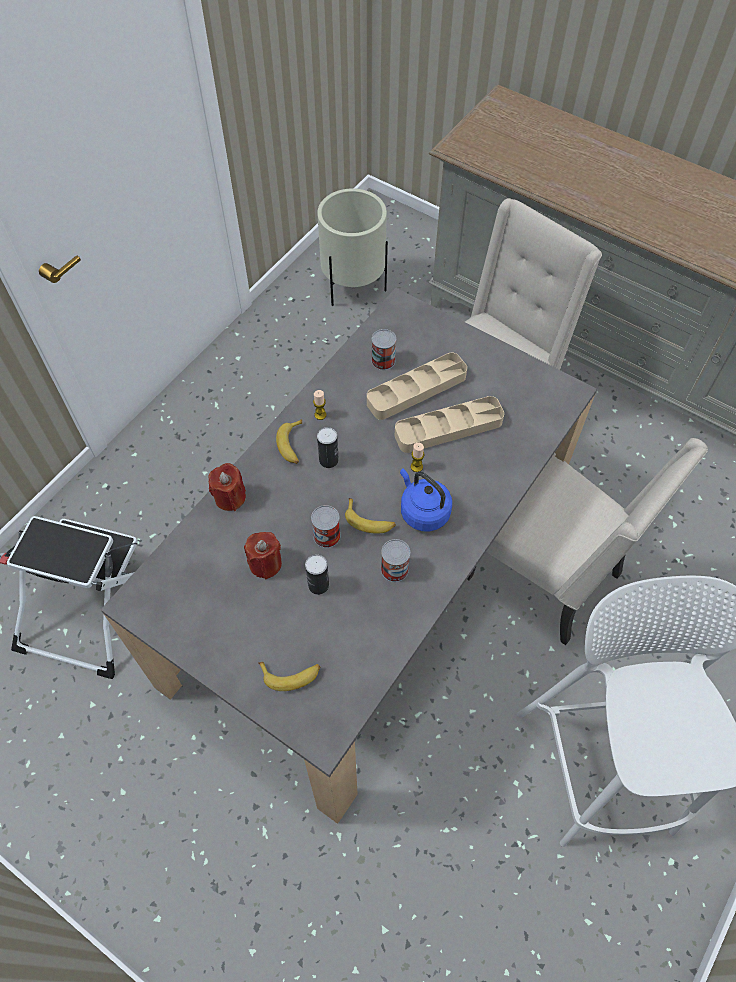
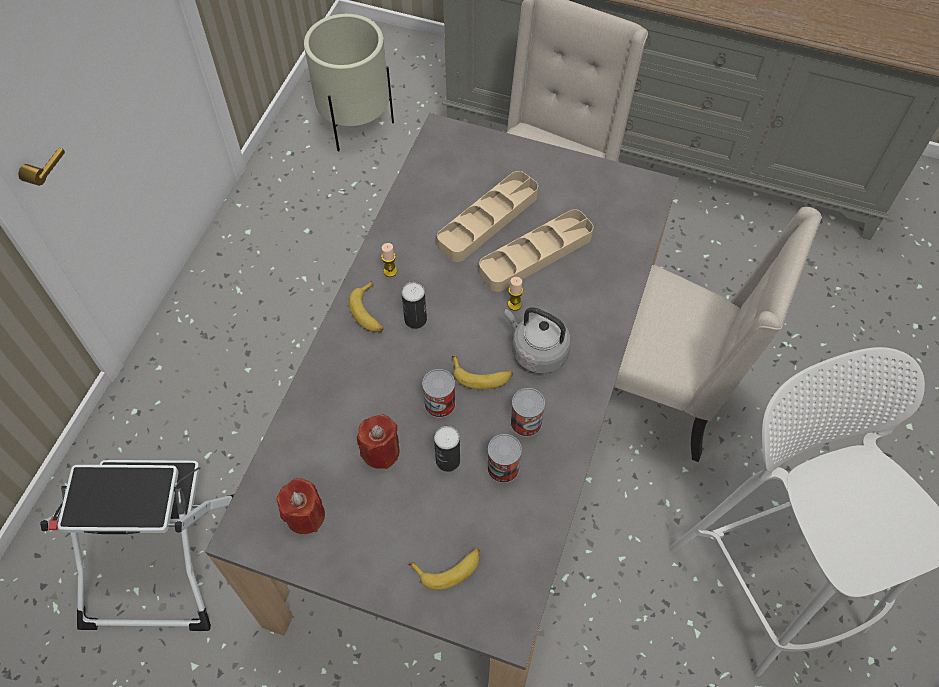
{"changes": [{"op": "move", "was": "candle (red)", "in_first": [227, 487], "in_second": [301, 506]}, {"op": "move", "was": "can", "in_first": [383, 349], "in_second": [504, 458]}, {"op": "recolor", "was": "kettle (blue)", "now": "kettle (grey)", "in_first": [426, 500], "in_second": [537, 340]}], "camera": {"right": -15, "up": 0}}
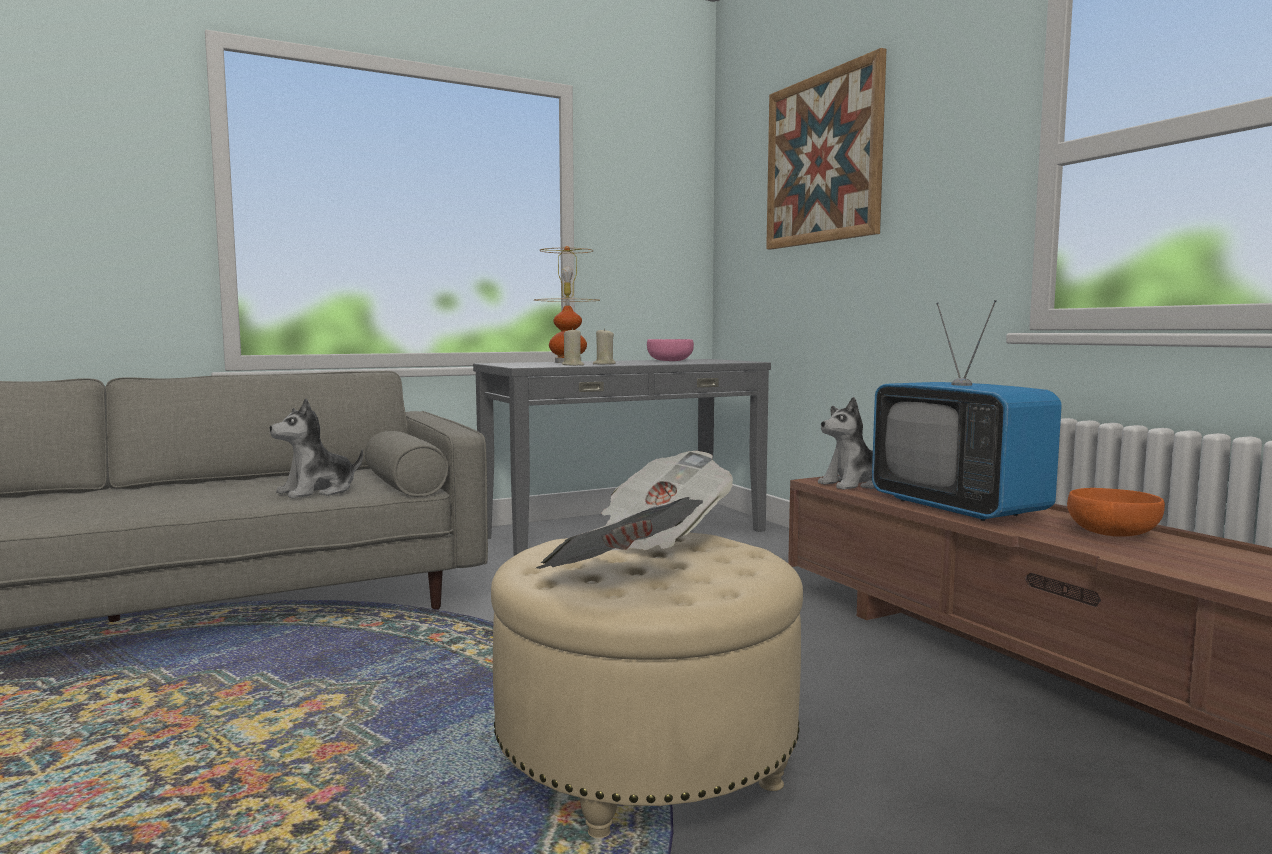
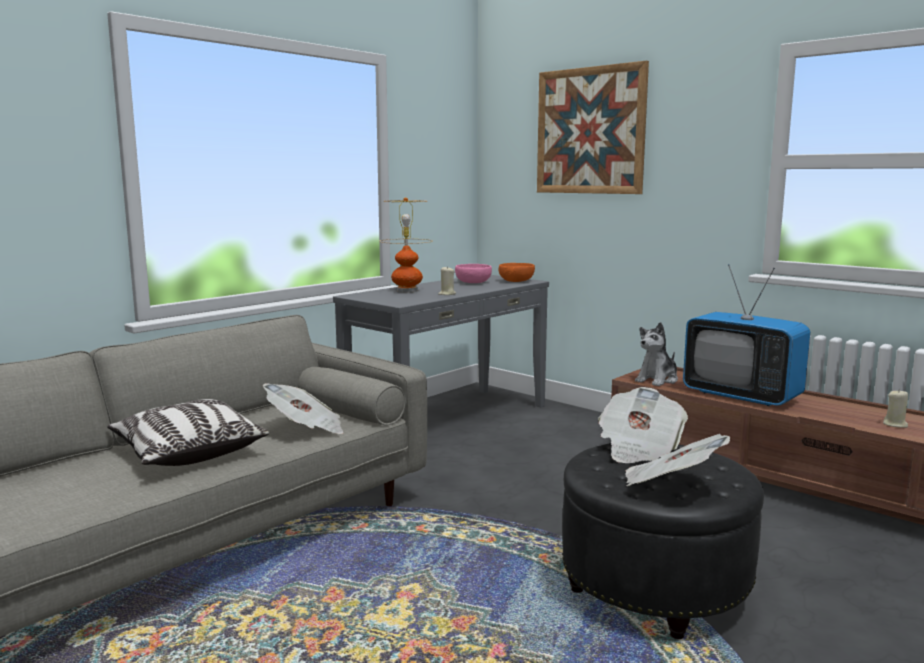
{"changes": [{"op": "insert", "now": "pillow", "in_second": [188, 432]}, {"op": "move", "was": "candle (beige)", "in_first": [573, 347], "in_second": [895, 408]}, {"op": "move", "was": "bowl (orange)", "in_first": [1116, 512], "in_second": [517, 272]}, {"op": "replace", "was": "plush toy", "now": "newspaper", "in_first": [316, 448], "in_second": [303, 408]}, {"op": "recolor", "was": "ottoman (beige)", "now": "ottoman (black)", "in_first": [647, 685], "in_second": [663, 541]}], "camera": {"right": -20, "up": 5}}
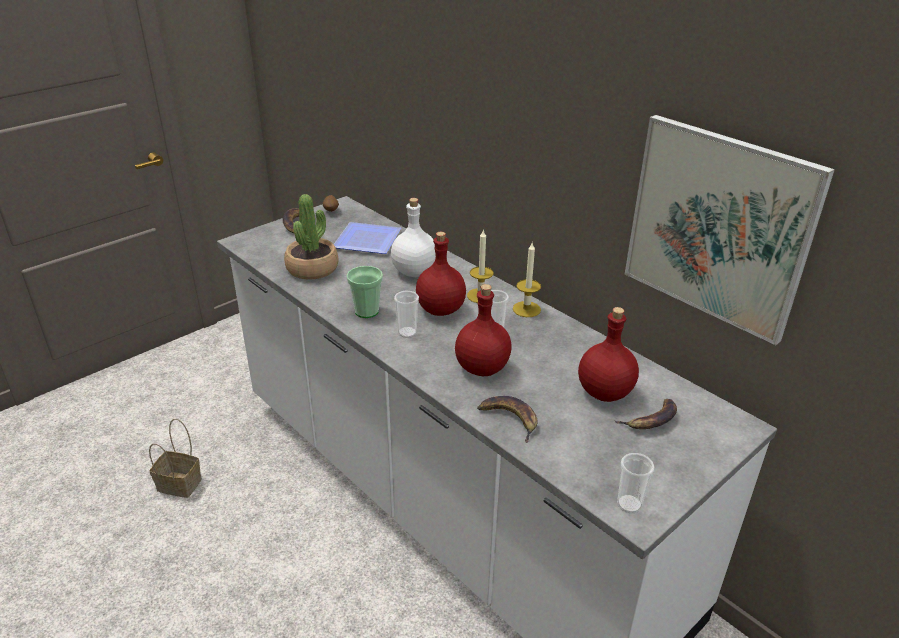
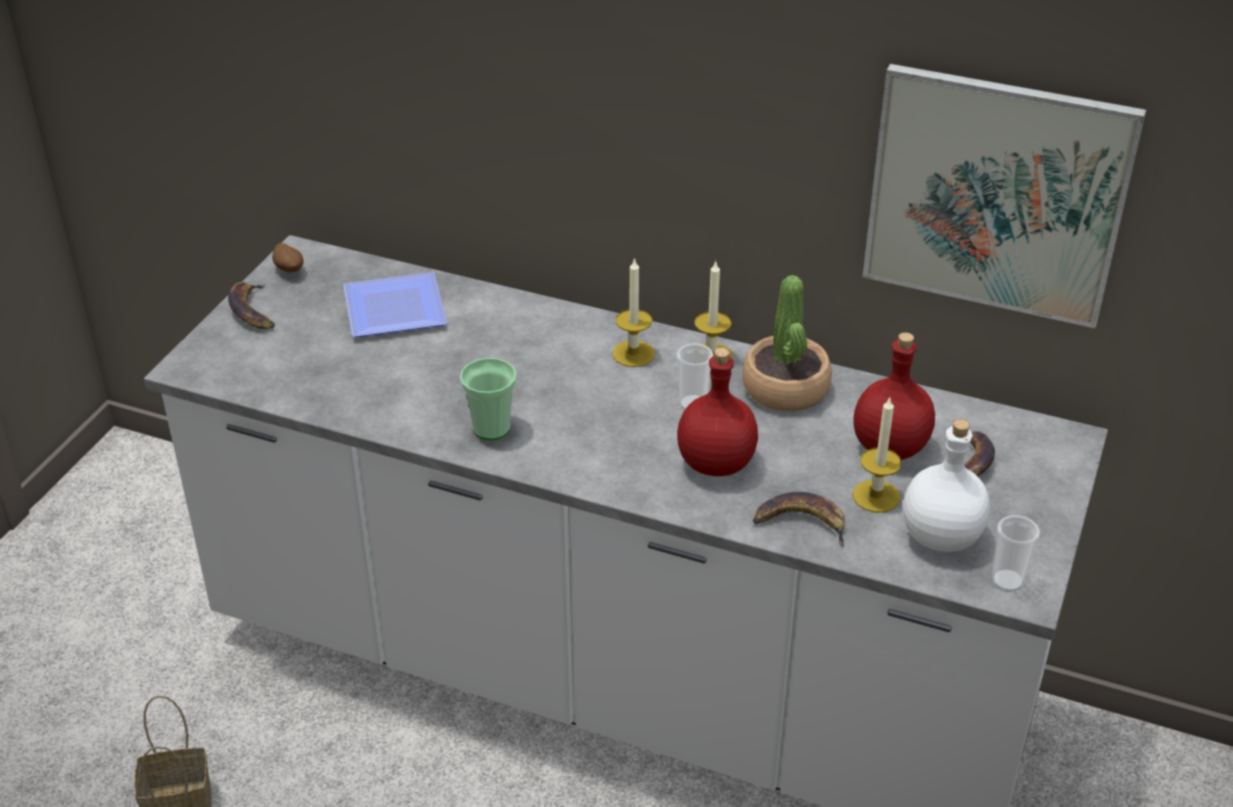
{"changes": [{"op": "delete", "was": "cup", "in_first": [406, 314]}, {"op": "delete", "was": "bottle (red)", "in_first": [441, 274]}, {"op": "insert", "now": "candle", "in_second": [877, 455]}, {"op": "move", "was": "potted plant", "in_first": [311, 237], "in_second": [787, 343]}, {"op": "move", "was": "bottle (white)", "in_first": [413, 237], "in_second": [946, 485]}], "camera": {"right": -25, "up": 5}}
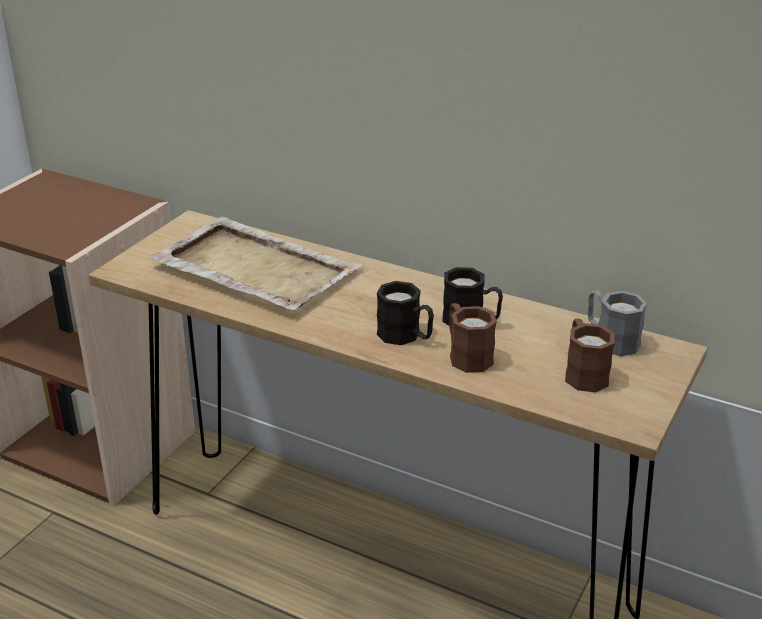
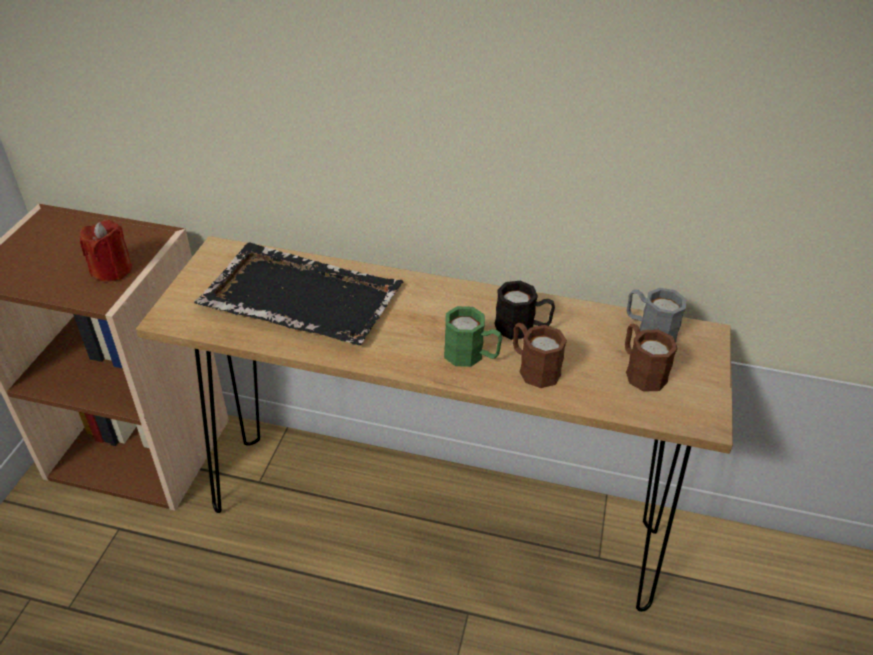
{"changes": [{"op": "insert", "now": "candle (red)", "in_second": [106, 251]}, {"op": "recolor", "was": "tray (beige)", "now": "tray (black)", "in_first": [255, 263], "in_second": [298, 294]}, {"op": "recolor", "was": "mug (black)", "now": "mug (green)", "in_first": [405, 313], "in_second": [473, 336]}], "camera": {"right": -15, "up": 10}}
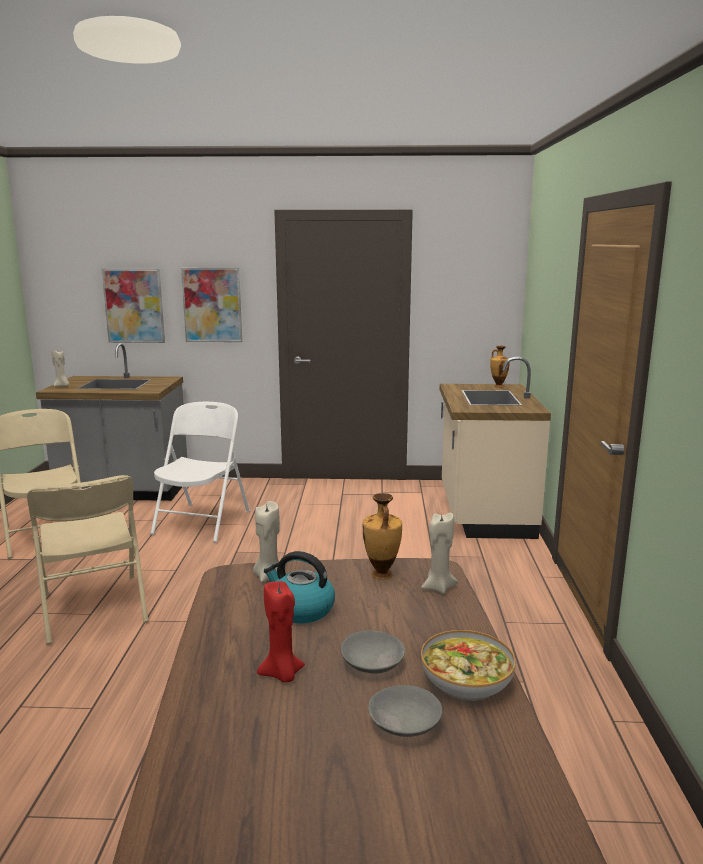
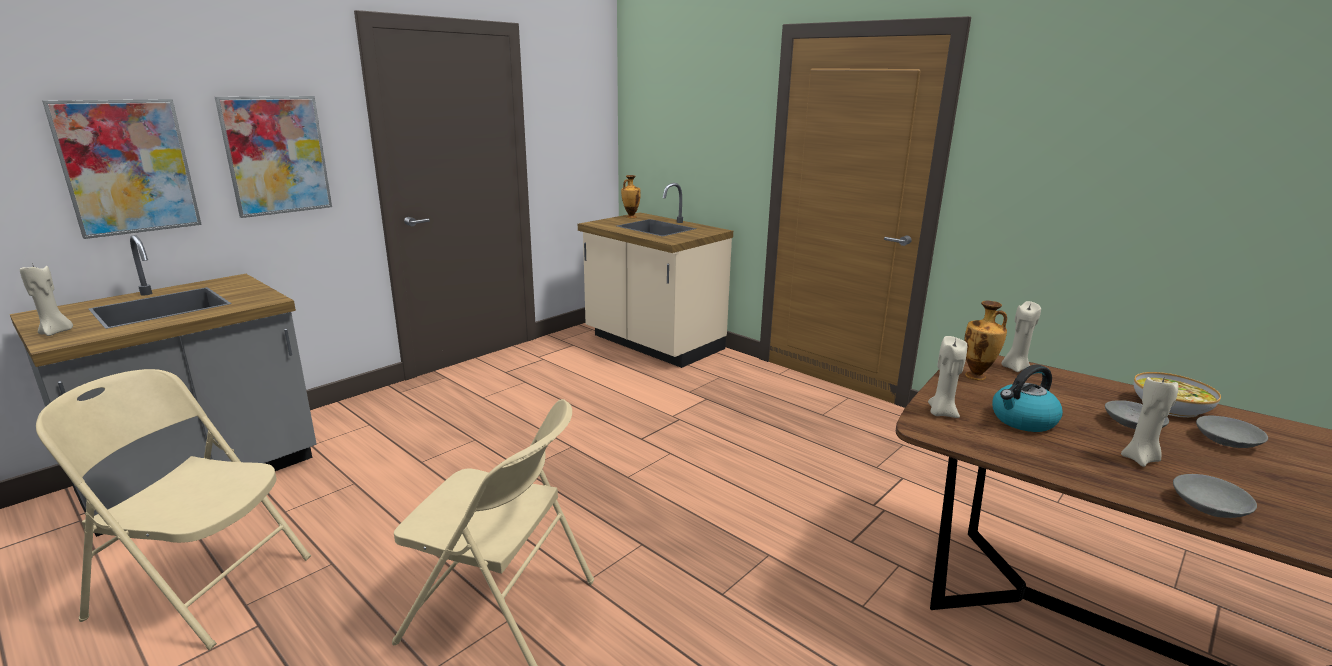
{"changes": [{"op": "delete", "was": "chair (white)", "in_first": [200, 472]}, {"op": "insert", "now": "bowl (grey)", "in_second": [1215, 496]}, {"op": "recolor", "was": "candle (red)", "now": "candle (beige)", "in_first": [281, 631], "in_second": [1150, 421]}], "camera": {"right": -50, "up": 5}}
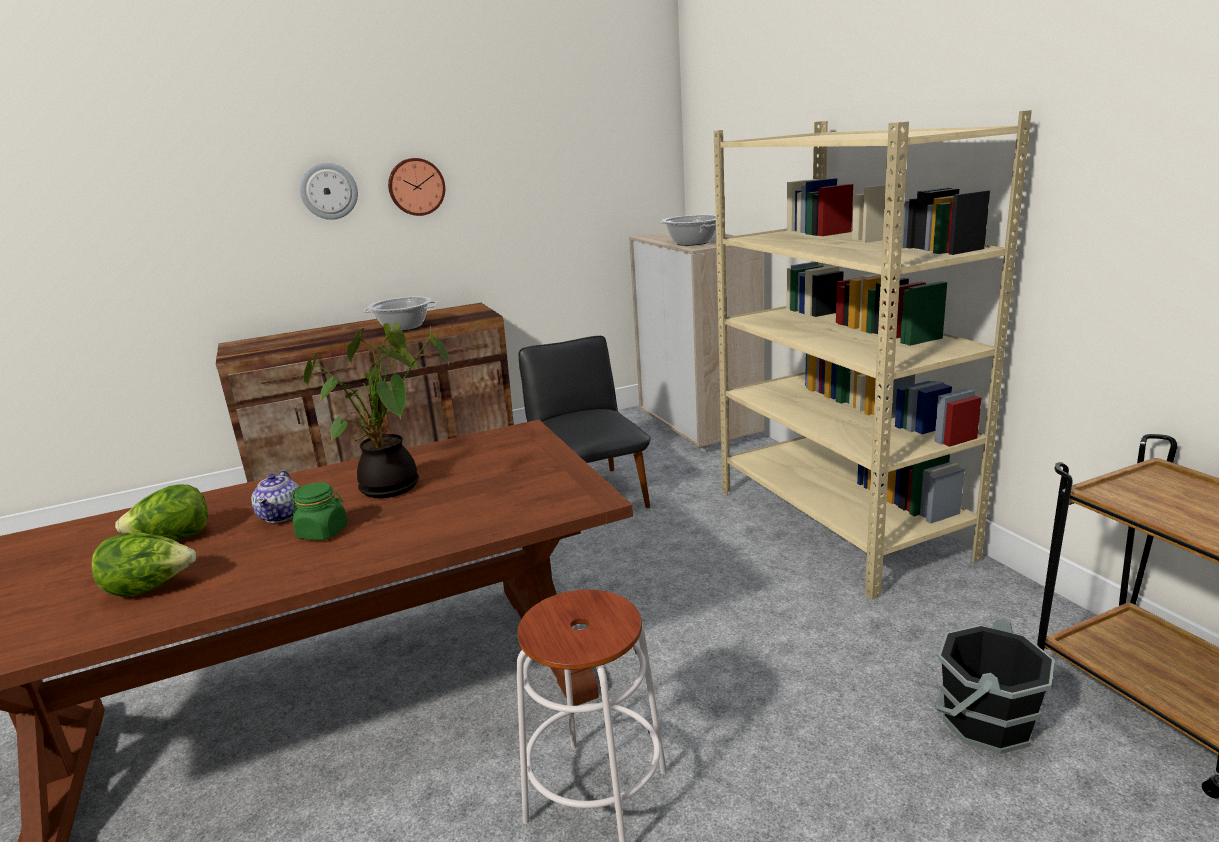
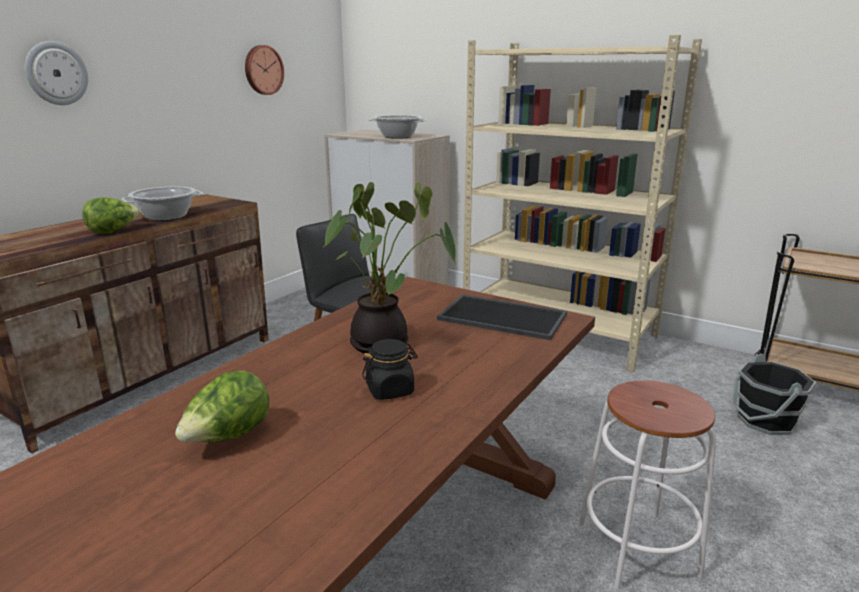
{"changes": [{"op": "delete", "was": "teapot", "in_first": [275, 496]}, {"op": "insert", "now": "tray", "in_second": [502, 317]}, {"op": "move", "was": "lettuce", "in_first": [144, 564], "in_second": [111, 216]}, {"op": "move", "was": "wall clock", "in_first": [416, 187], "in_second": [264, 70]}, {"op": "recolor", "was": "jar (green)", "now": "jar (black)", "in_first": [319, 511], "in_second": [390, 369]}], "camera": {"right": -35, "up": 0}}
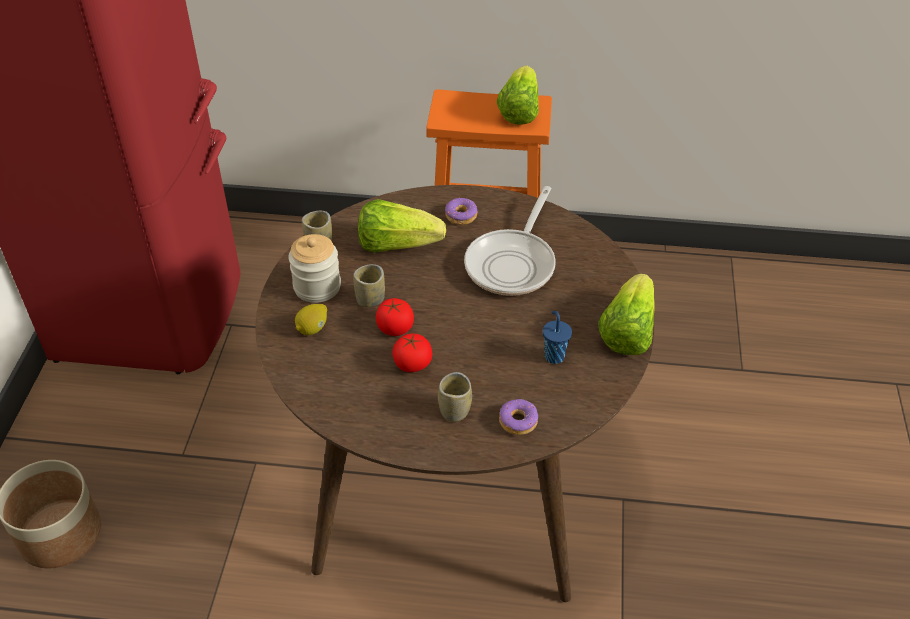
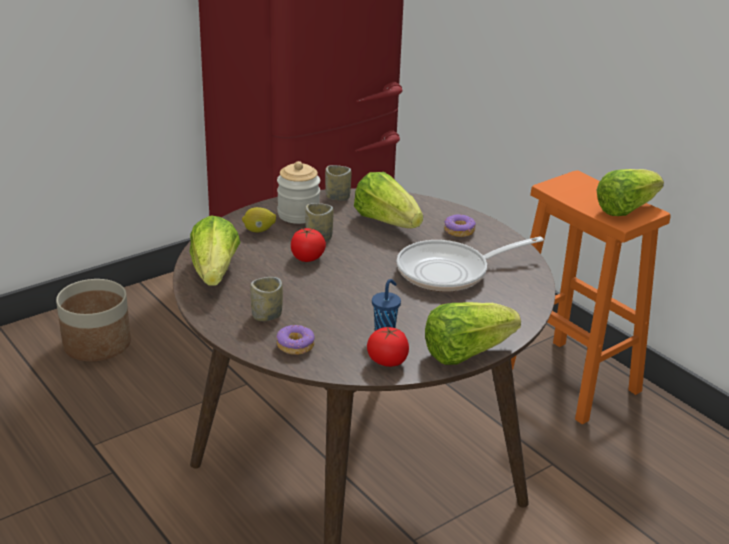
{"changes": [{"op": "insert", "now": "lettuce", "in_second": [214, 250]}, {"op": "move", "was": "tomato", "in_first": [412, 352], "in_second": [388, 346]}], "camera": {"right": 45, "up": -15}}
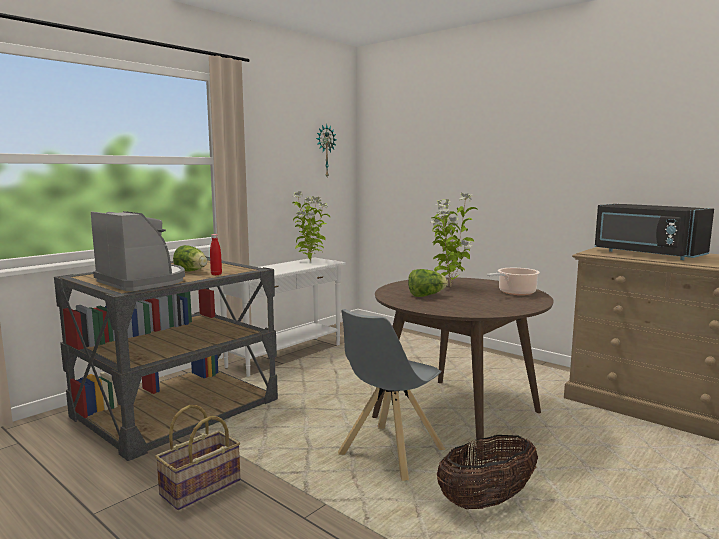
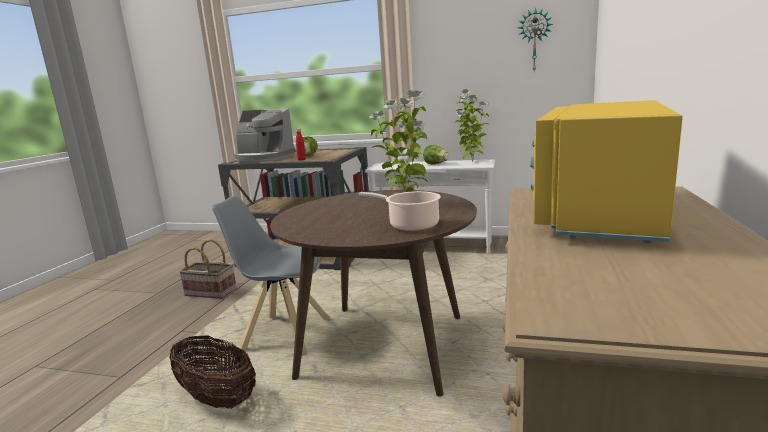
{"changes": [{"op": "move", "was": "lettuce", "in_first": [428, 283], "in_second": [436, 155]}, {"op": "recolor", "was": "microwave (black)", "now": "microwave (yellow)", "in_first": [654, 232], "in_second": [606, 171]}, {"op": "rotate", "was": "coffee machine", "in_first": [138, 251], "in_second": [265, 135], "clockwise": 90}], "camera": {"right": 65, "up": 5}}
